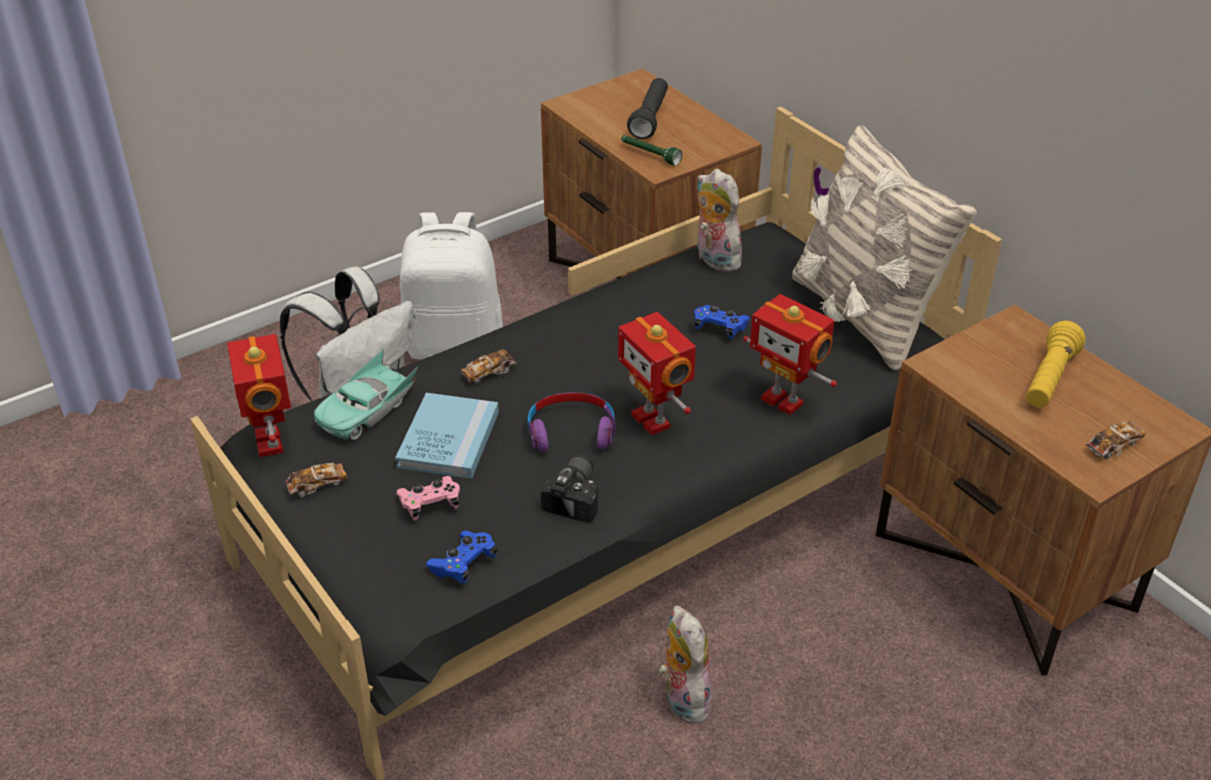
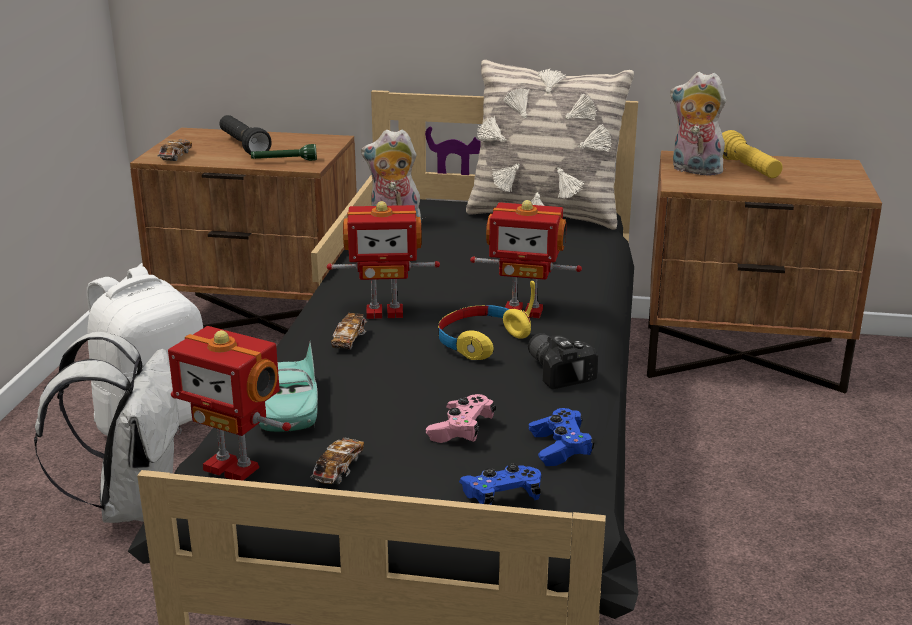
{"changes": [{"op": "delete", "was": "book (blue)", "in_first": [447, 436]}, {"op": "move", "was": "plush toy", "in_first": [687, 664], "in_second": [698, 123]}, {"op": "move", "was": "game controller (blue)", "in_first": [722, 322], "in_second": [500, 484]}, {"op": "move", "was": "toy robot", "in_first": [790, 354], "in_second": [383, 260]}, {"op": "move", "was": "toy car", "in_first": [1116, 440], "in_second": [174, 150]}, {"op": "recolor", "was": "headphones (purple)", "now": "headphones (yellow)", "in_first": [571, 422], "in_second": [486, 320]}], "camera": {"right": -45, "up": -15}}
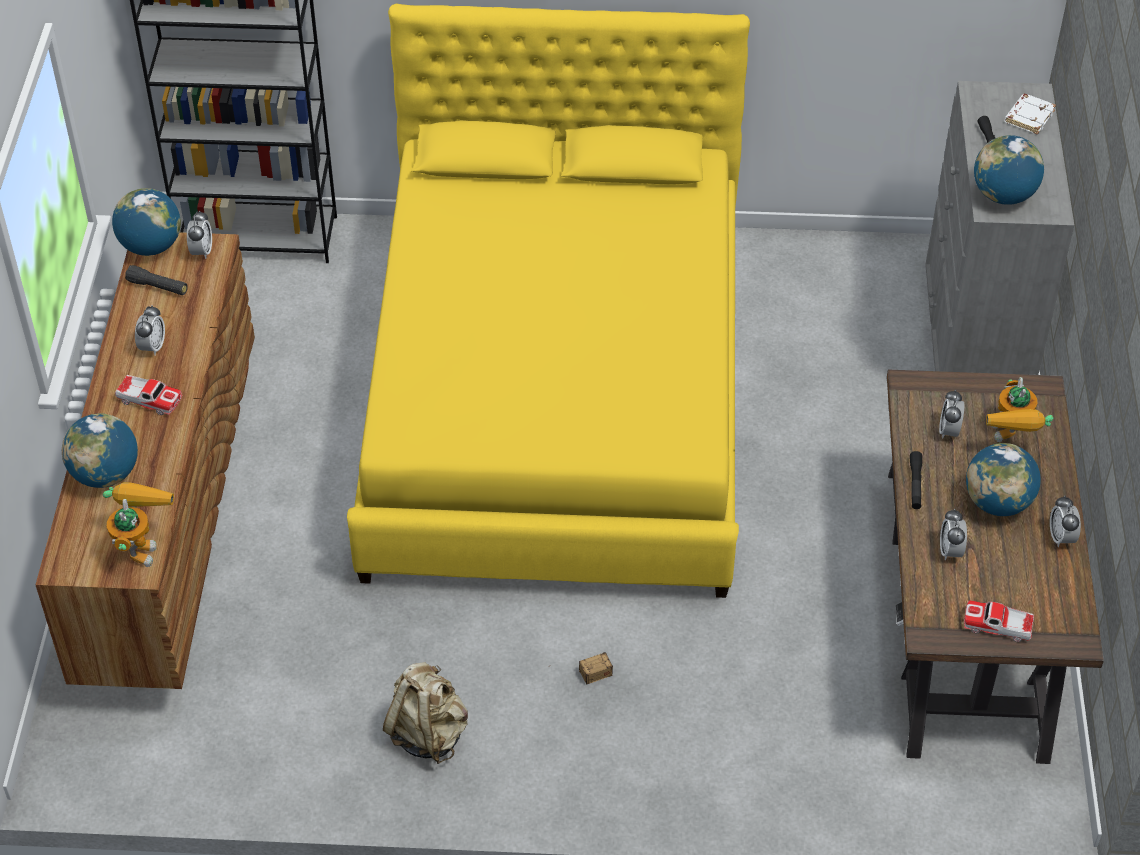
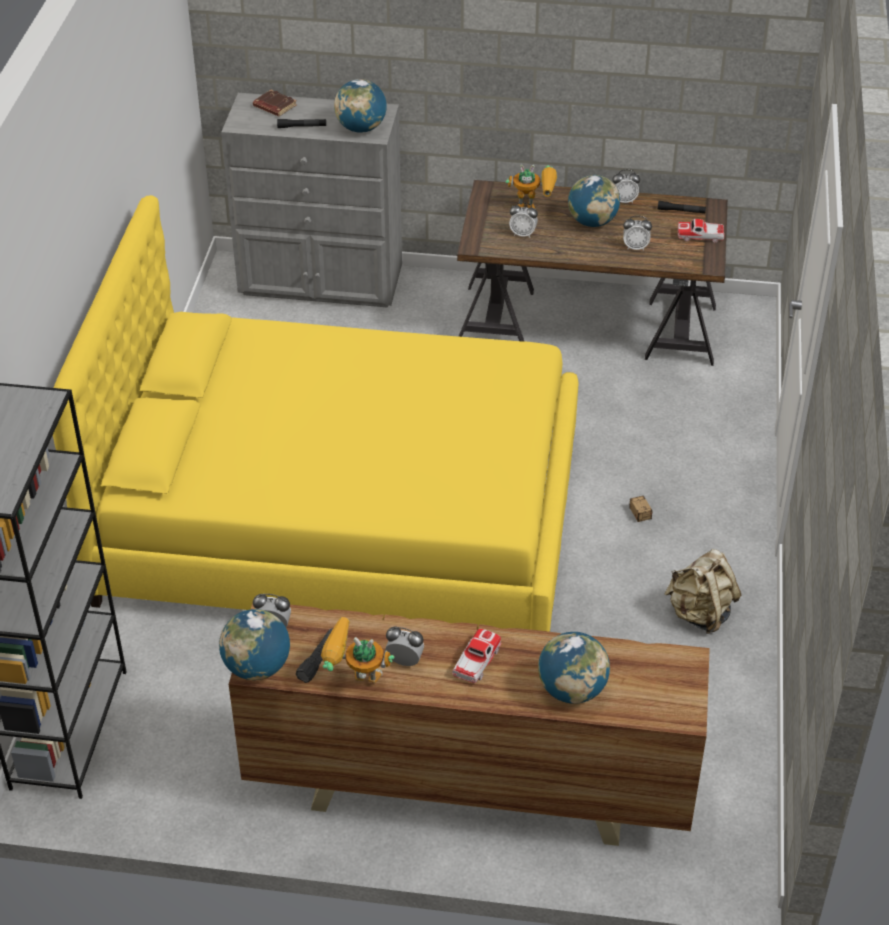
{"changes": [{"op": "move", "was": "toy robot", "in_first": [138, 525], "in_second": [357, 650]}, {"op": "move", "was": "flashlight (black)", "in_first": [916, 480], "in_second": [682, 207]}, {"op": "recolor", "was": "book (white)", "now": "book (brown)", "in_first": [1030, 114], "in_second": [275, 103]}, {"op": "rotate", "was": "toy car", "in_first": [999, 621], "in_second": [701, 231], "clockwise": 75}], "camera": {"right": -85, "up": -5}}
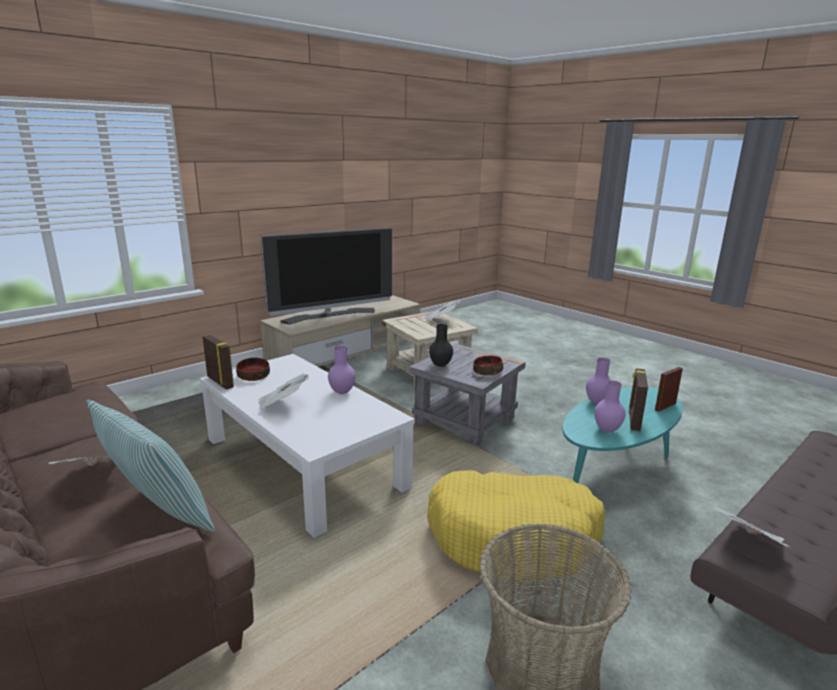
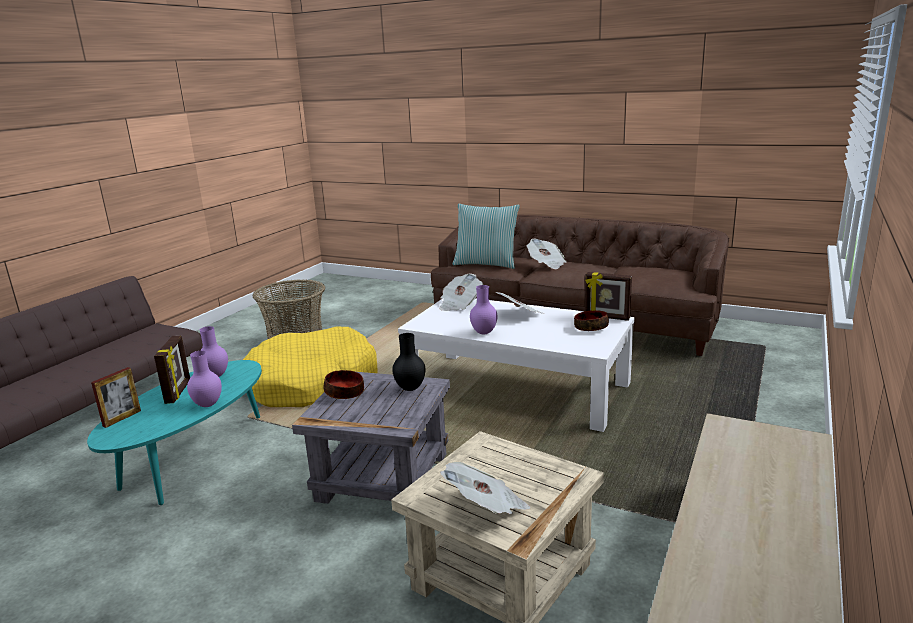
{"changes": [{"op": "delete", "was": "television", "in_first": [326, 276]}, {"op": "move", "was": "newspaper", "in_first": [751, 527], "in_second": [461, 292]}], "camera": {"right": 160, "up": 0}}
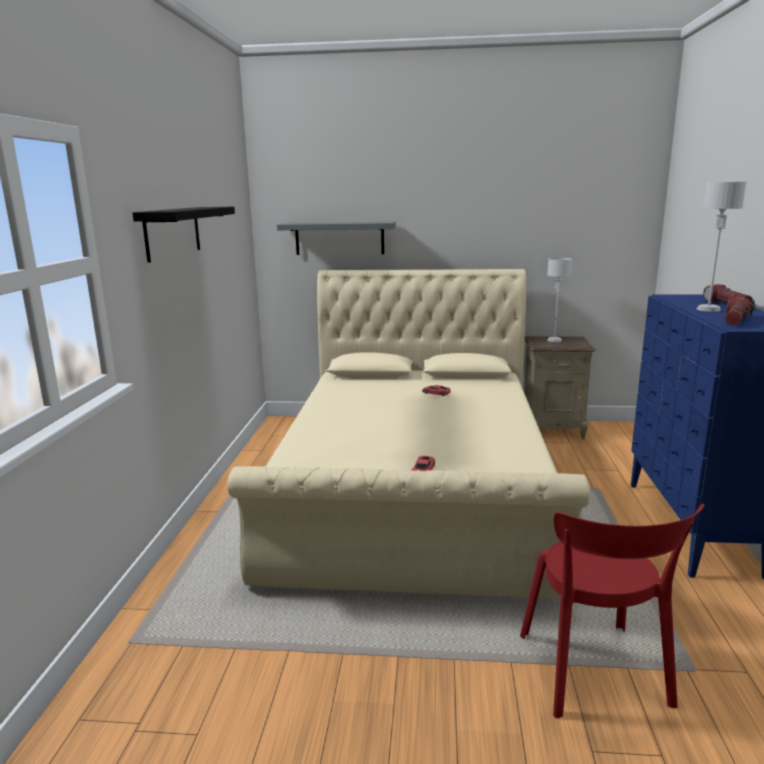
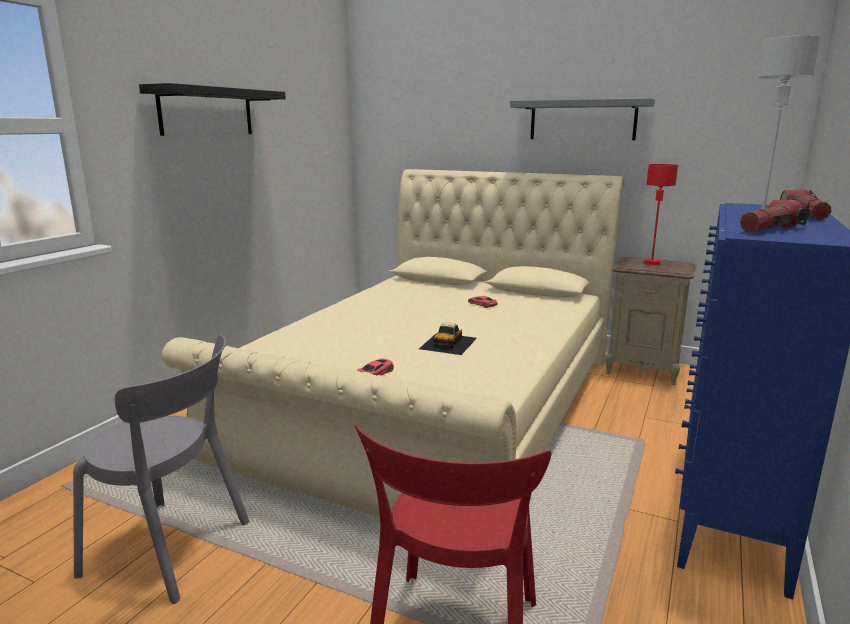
{"changes": [{"op": "insert", "now": "chair (grey)", "in_second": [161, 469]}, {"op": "insert", "now": "toy car", "in_second": [448, 338]}, {"op": "move", "was": "shelf (grey)", "in_first": [336, 238], "in_second": [582, 119]}, {"op": "recolor", "was": "table lamp (grey)", "now": "table lamp (red)", "in_first": [559, 300], "in_second": [660, 214]}], "camera": {"right": 20, "up": 0}}
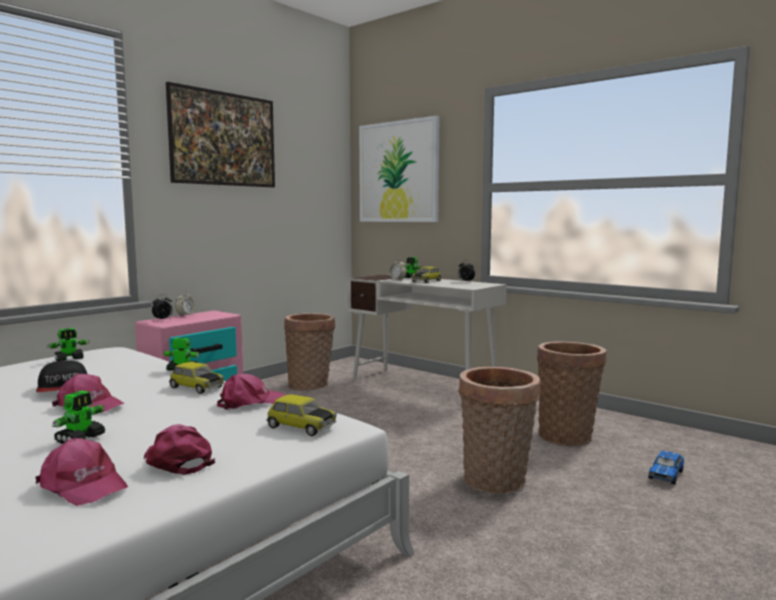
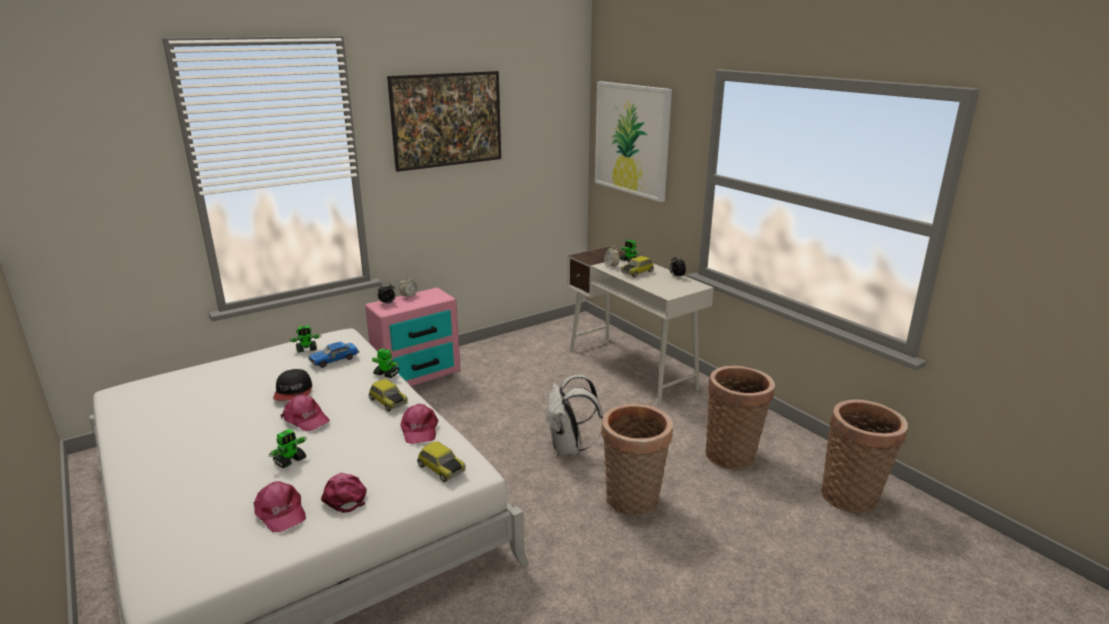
{"changes": [{"op": "insert", "now": "backpack (white)", "in_second": [574, 415]}, {"op": "move", "was": "basket", "in_first": [310, 352], "in_second": [864, 456]}, {"op": "move", "was": "toy car", "in_first": [666, 467], "in_second": [333, 355]}, {"op": "rotate", "was": "cap (pink)", "in_first": [251, 392], "in_second": [419, 424], "clockwise": 90}], "camera": {"right": 15, "up": 15}}
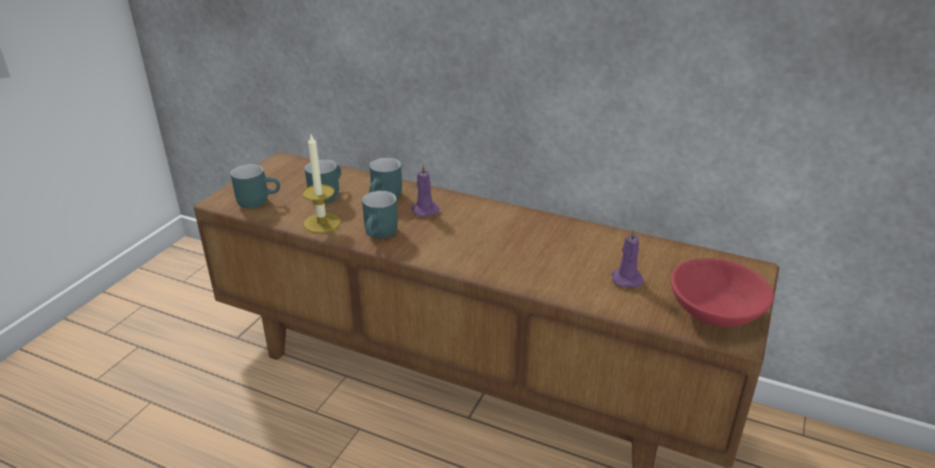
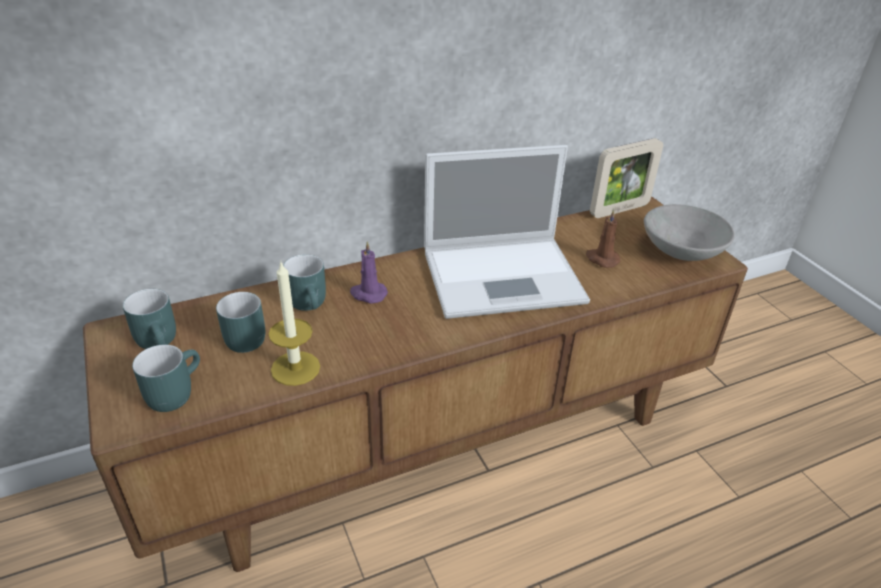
{"changes": [{"op": "insert", "now": "laptop", "in_second": [507, 232]}, {"op": "insert", "now": "picture frame", "in_second": [626, 178]}, {"op": "move", "was": "mug (turquoise)", "in_first": [380, 214], "in_second": [149, 319]}, {"op": "recolor", "was": "candle (purple)", "now": "candle (brown)", "in_first": [628, 258], "in_second": [603, 238]}, {"op": "recolor", "was": "bowl (red)", "now": "bowl (grey)", "in_first": [722, 292], "in_second": [689, 232]}], "camera": {"right": -50, "up": 5}}
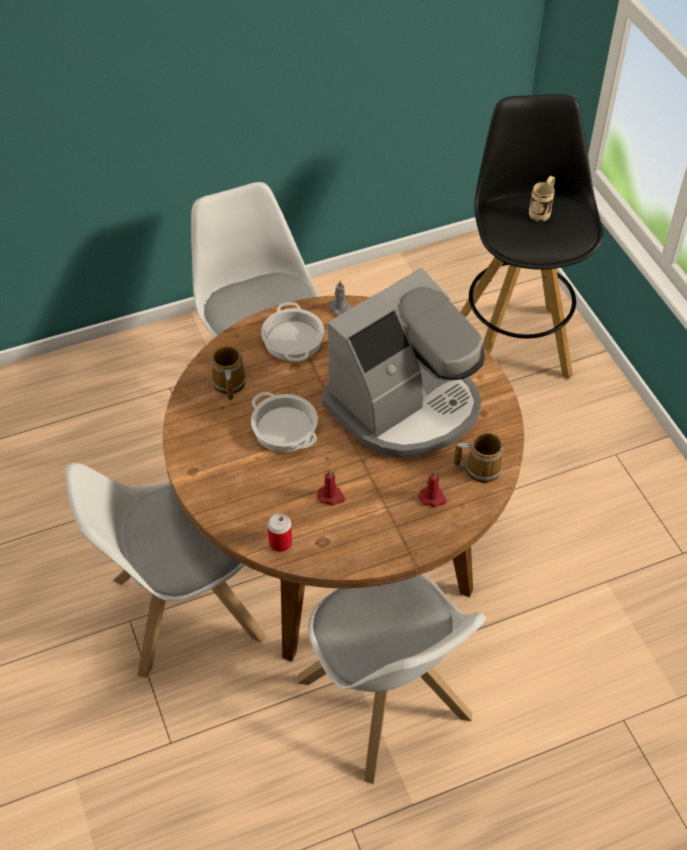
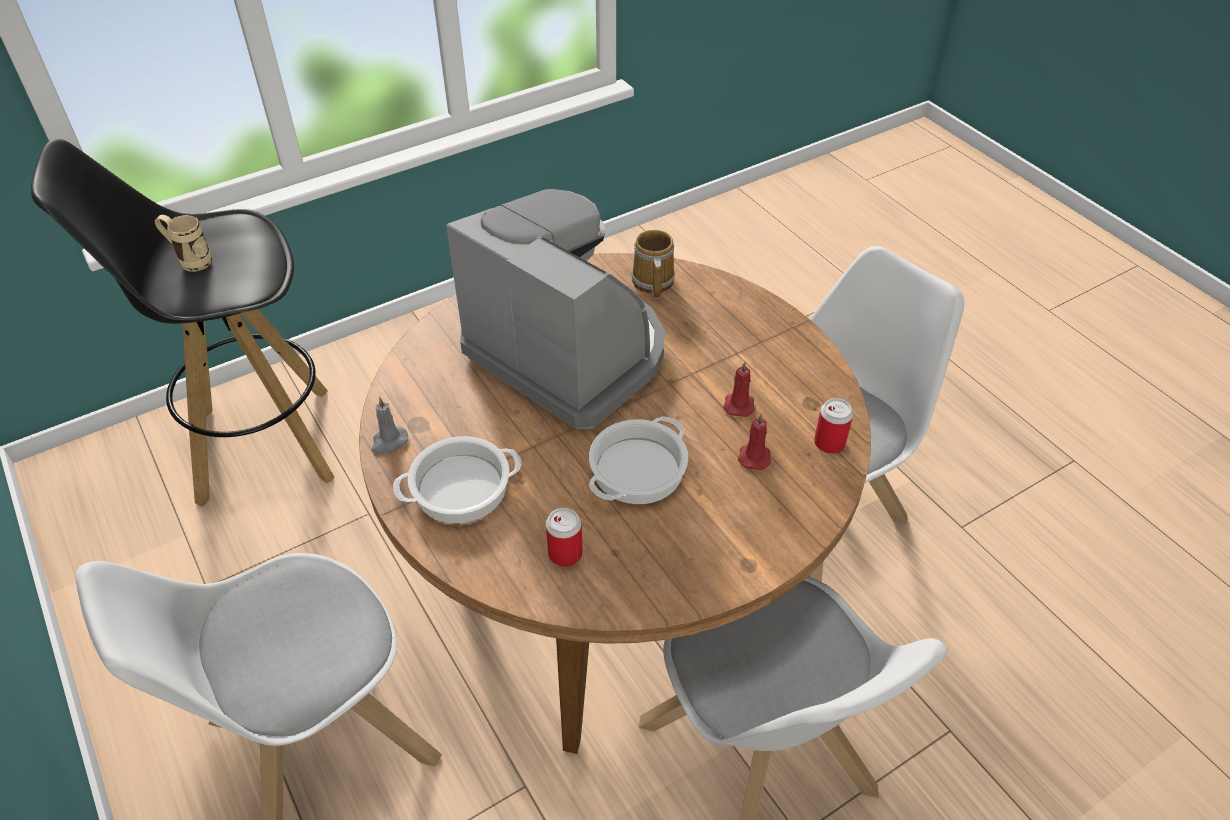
{"changes": [{"op": "move", "was": "candle (red)", "in_first": [433, 489], "in_second": [754, 441]}, {"op": "replace", "was": "mug", "now": "can", "in_first": [228, 373], "in_second": [564, 537]}], "camera": {"right": -100, "up": -5}}
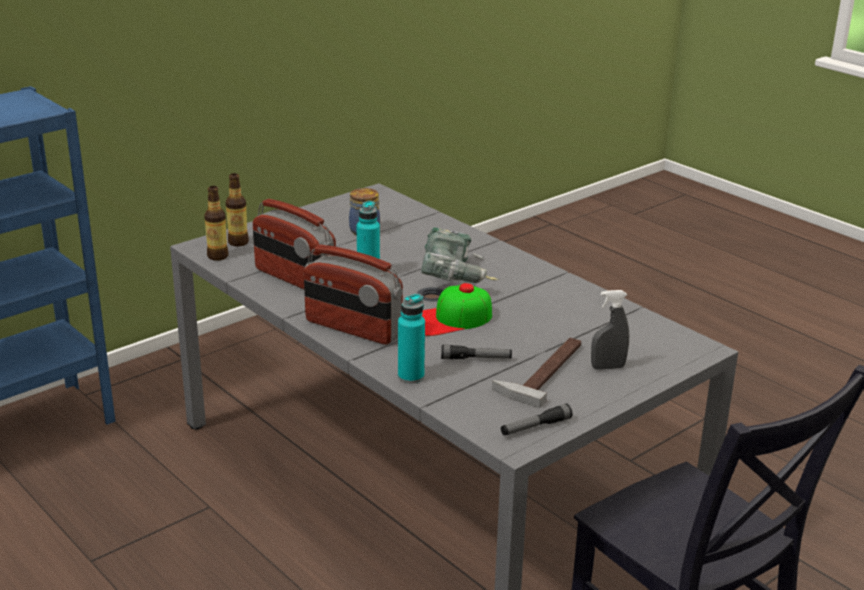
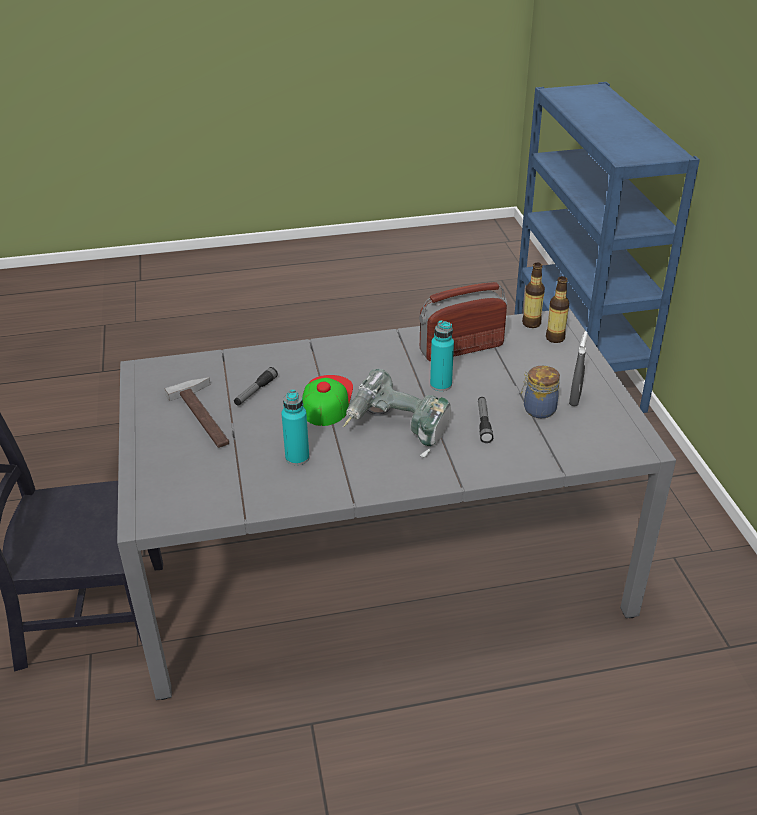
{"changes": [{"op": "delete", "was": "radio", "in_first": [353, 294]}, {"op": "move", "was": "bottle (turquoise)", "in_first": [411, 338], "in_second": [295, 428]}, {"op": "move", "was": "flashlight", "in_first": [536, 420], "in_second": [485, 420]}, {"op": "move", "was": "spray bottle (grey)", "in_first": [610, 330], "in_second": [578, 368]}], "camera": {"right": 120, "up": 10}}
